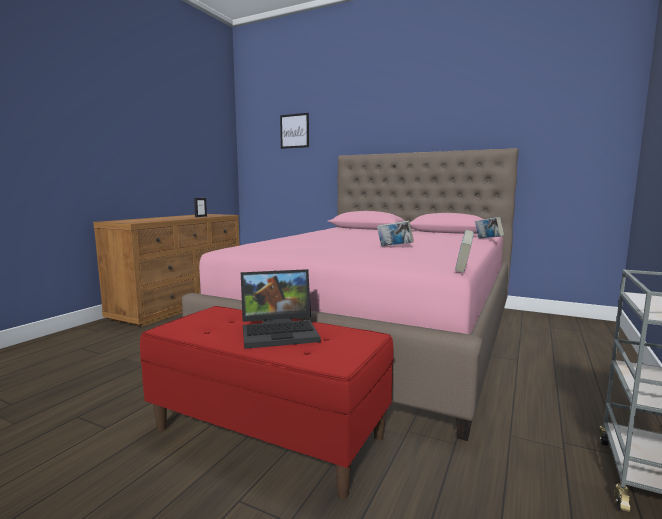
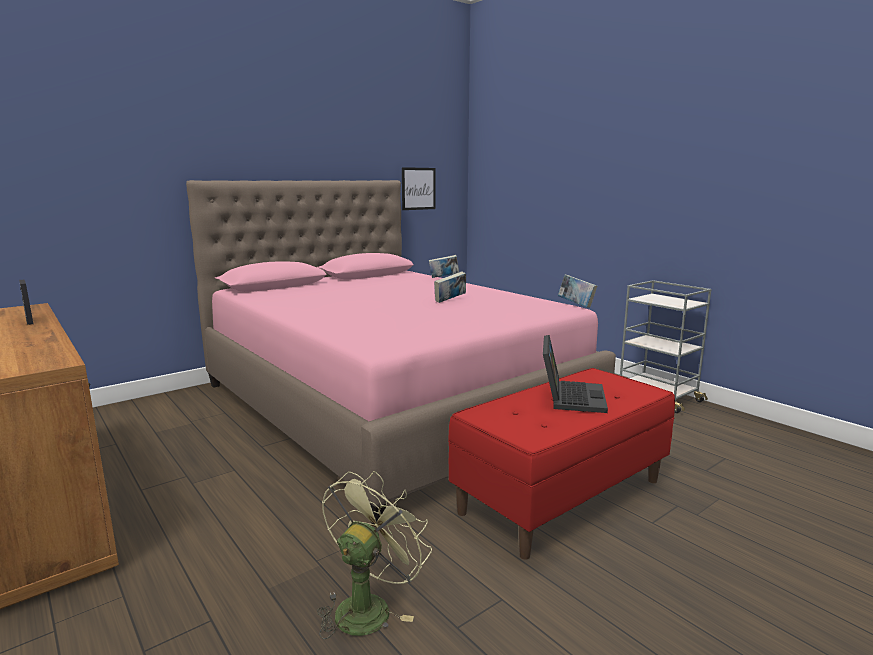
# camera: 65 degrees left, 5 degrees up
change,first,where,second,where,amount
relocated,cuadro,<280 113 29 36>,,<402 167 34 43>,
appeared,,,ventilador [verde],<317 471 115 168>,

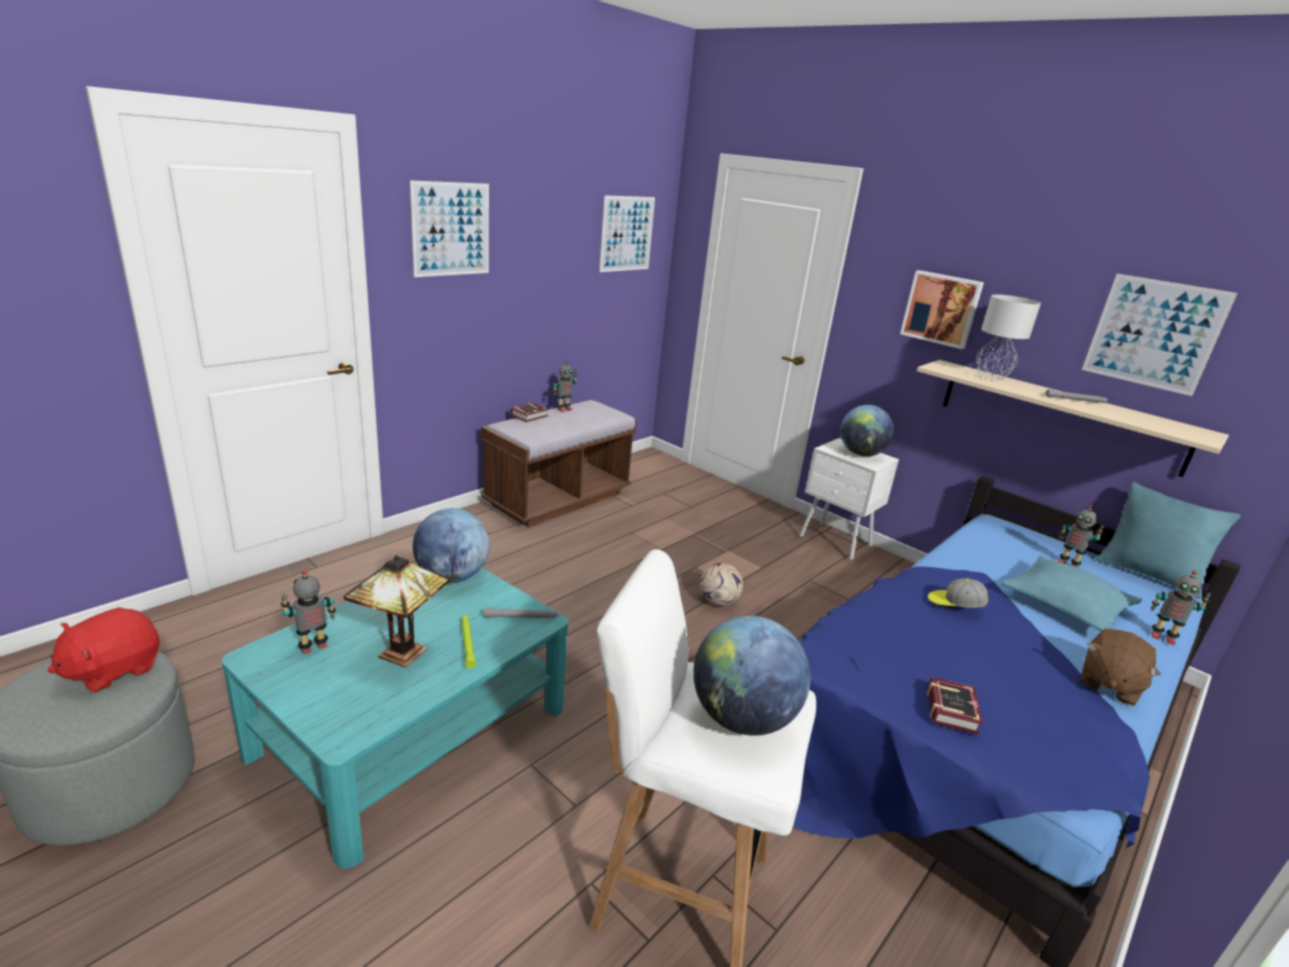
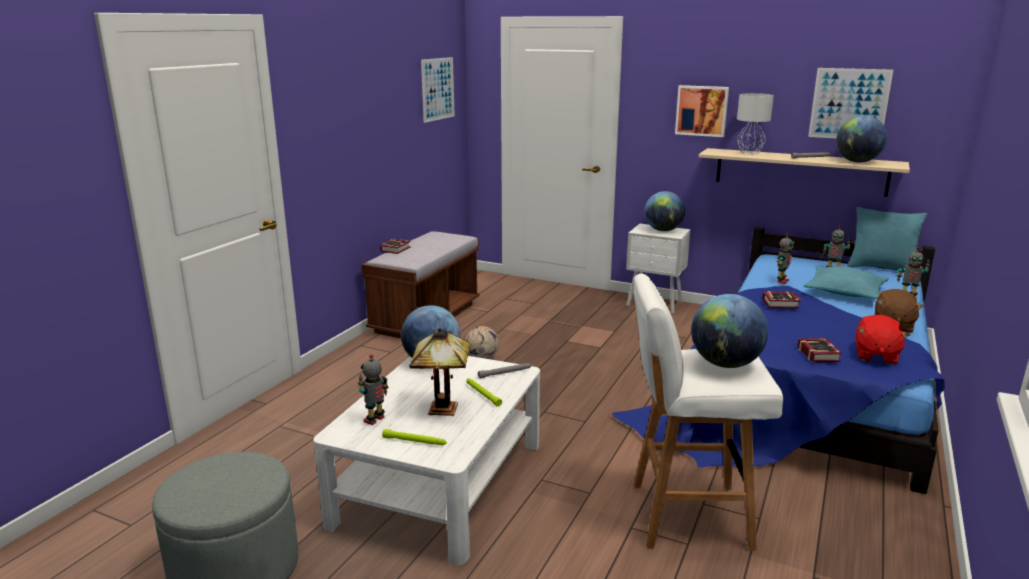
# camera: 15 degrees left, 5 degrees down
change,first,where,second,where,amount
relocated,peluche [rojo],<48 607 112 86>,,<856 315 54 50>,
colour,mesa de centro [turquesa],<222 568 347 301>,mesa de centro [blanco],<313 356 227 209>,
missing,cuadro,<410 180 79 97>,,,
relocated,robot de juguete,<553 360 24 52>,,<777 233 17 51>,
relocated,balón de fútbol,<700 563 43 43>,,<465 326 34 33>,
exchanged,gorra,<928 578 60 30>,libro,<762 291 39 17>,
appeared,,,linterna [verde],<382 429 65 16>,
appeared,,,globo terráqueo,<836 115 51 47>,

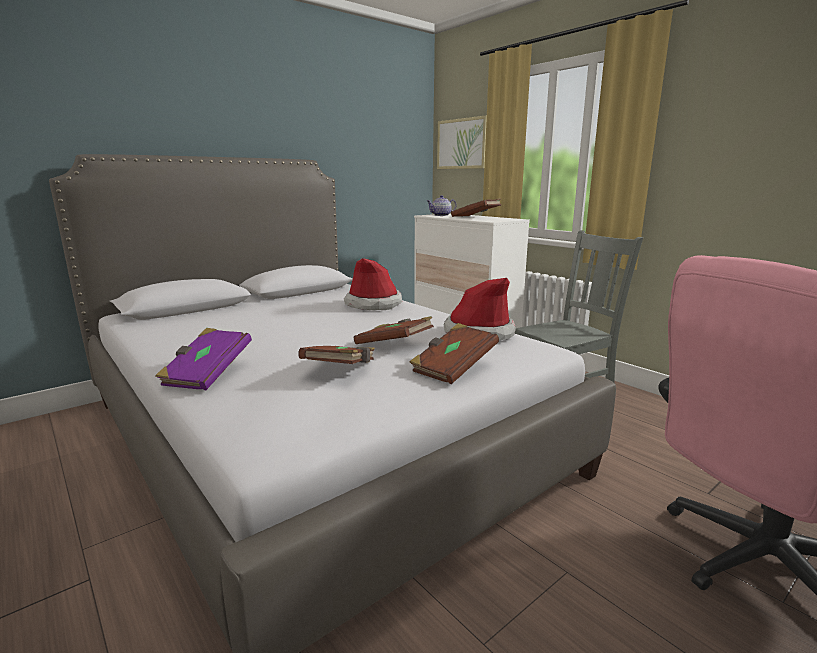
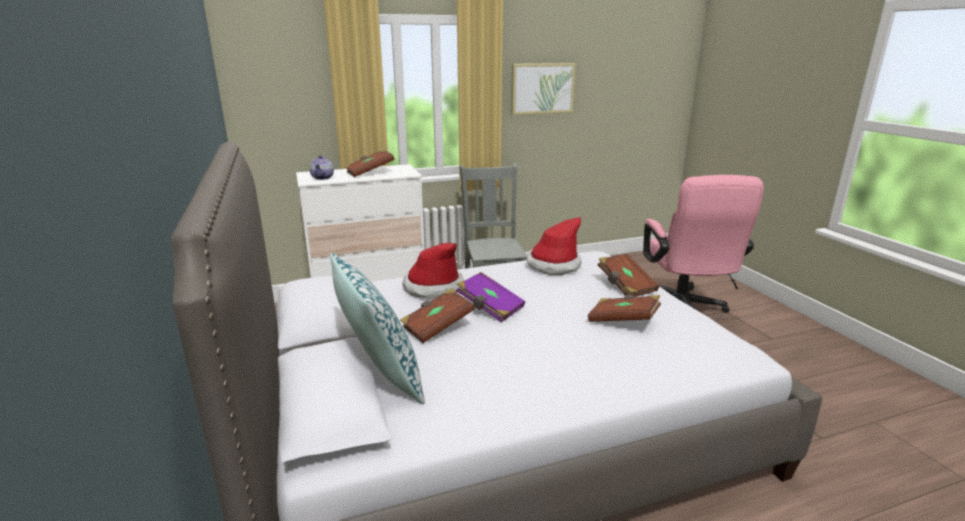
# camera: 70 degrees left, 5 degrees up
change,first,where,second,where,amount
relocated,libro [morado],<155 328 97 62>,,<456 272 69 50>,
relocated,libro [marrón],<354 316 80 28>,,<400 288 75 55>,
relocated,cuadro,<437 115 50 54>,,<511 63 65 52>,
appeared,,,cojín,<330 252 95 152>,

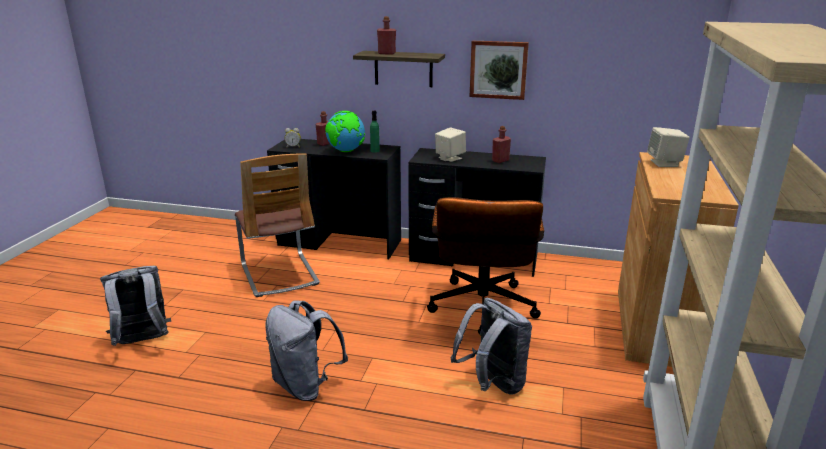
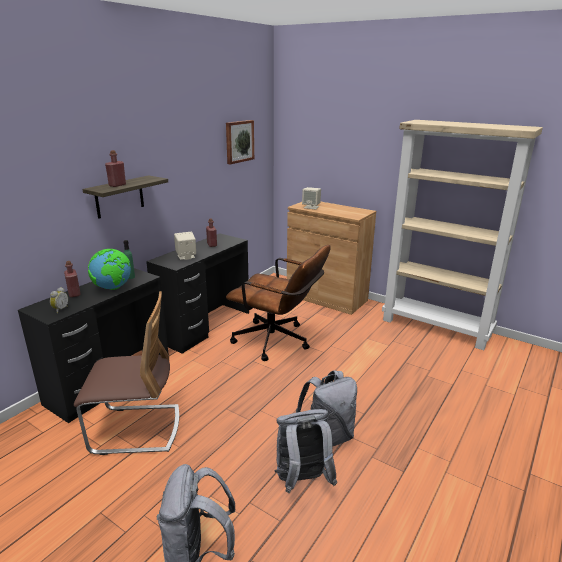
# camera: 70 degrees left, 0 degrees up
change,first,where,second,where,amount
relocated,mochila [gris],<450 298 82 97>,,<274 409 63 84>,
relocated,cuadro,<470 41 59 59>,,<226 120 28 45>,

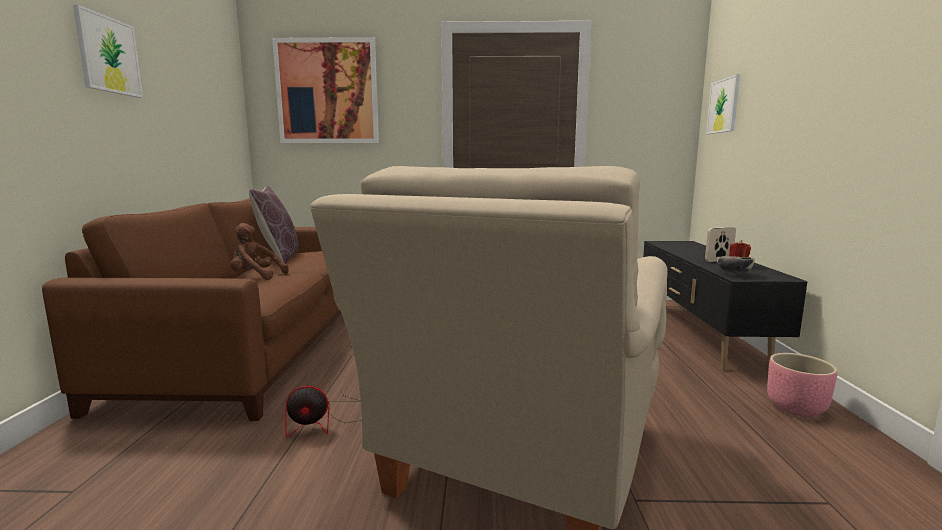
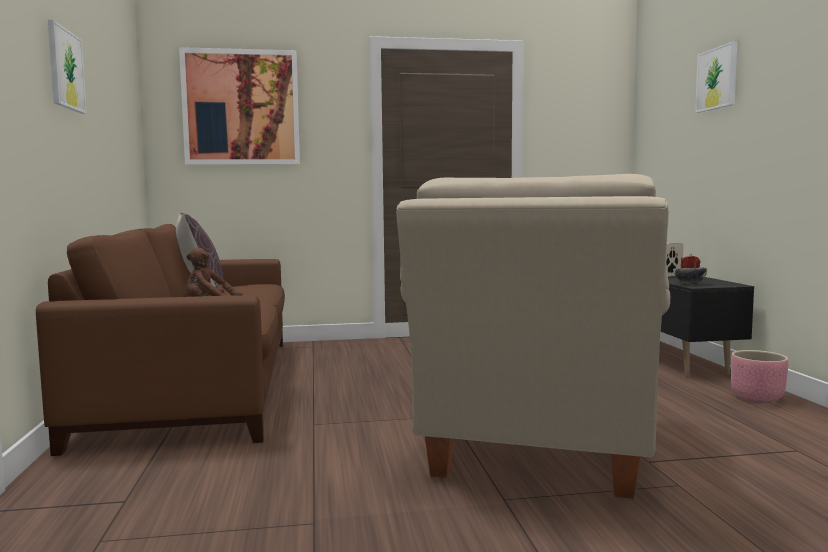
# camera: 10 degrees left, 5 degrees down
change,first,where,second,where,amount
missing,ventilador,<285 385 76 53>,,,
relocated,cuadro,<706 74 34 60>,,<695 41 42 72>,

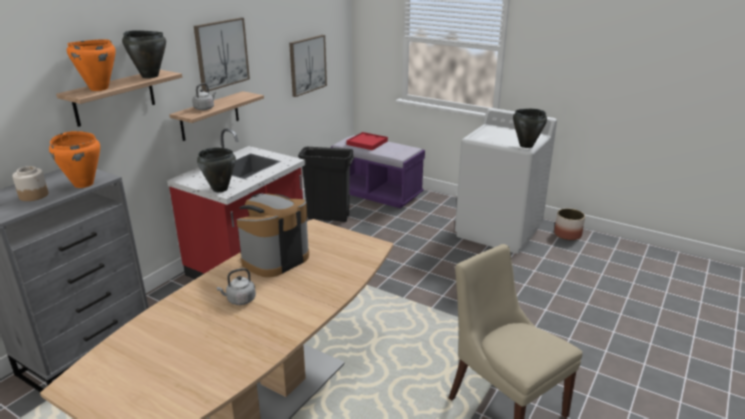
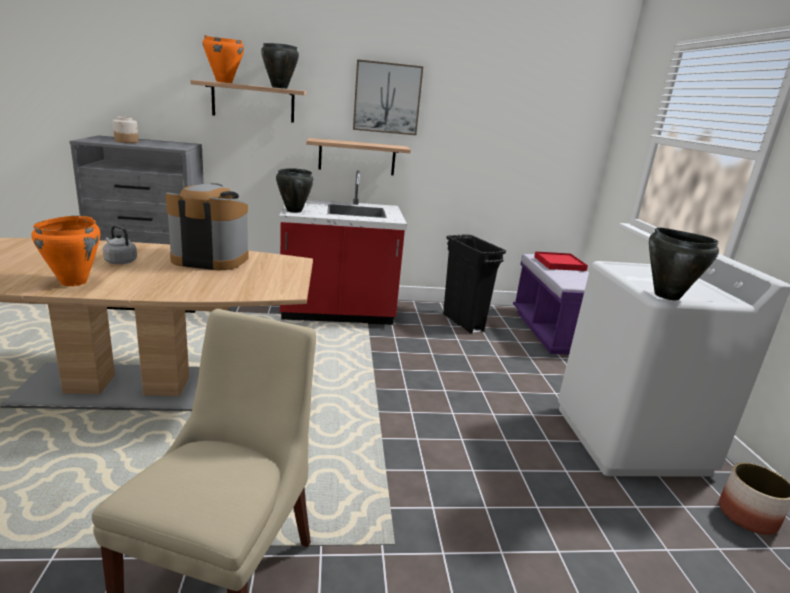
# camera: 50 degrees right, 5 degrees down
change,first,where,second,where,amount
relocated,olla [naranja],<49 131 51 57>,,<32 216 68 70>,
missing,hervidor [gris],<192 83 24 27>,,,
missing,cuadro,<289 35 38 62>,,,

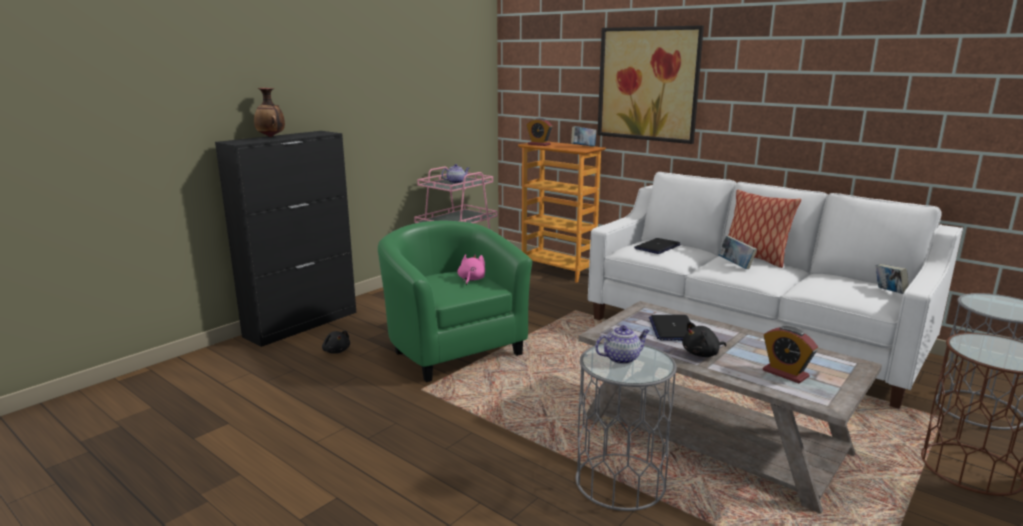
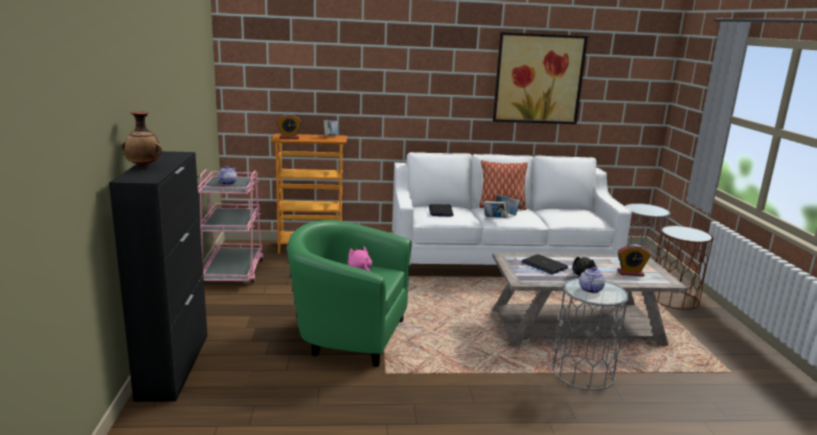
# camera: 45 degrees left, 0 degrees up
change,first,where,second,where,amount
missing,peluche [negro],<322 331 28 23>,,,
relocated,cuadro,<597 25 107 119>,,<493 32 95 92>,
relocated,libro,<876 264 33 30>,,<483 201 25 17>,

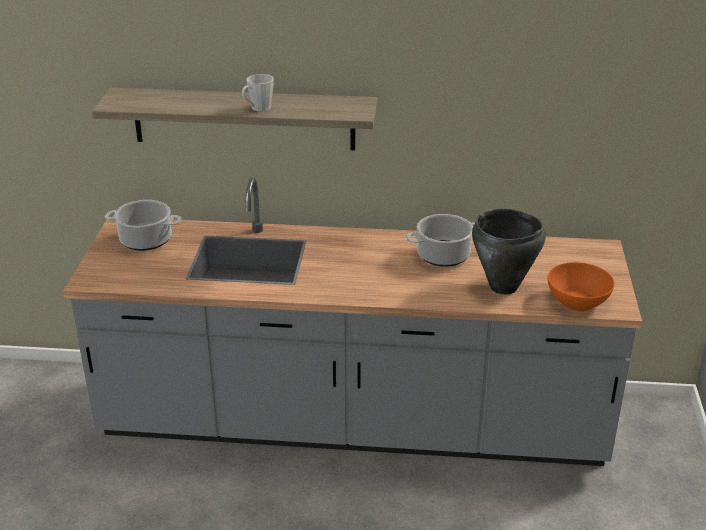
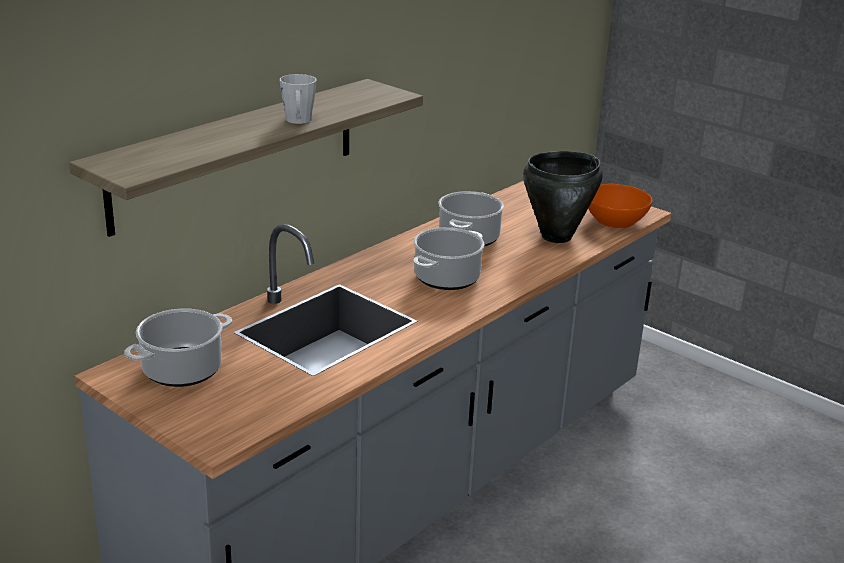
# camera: 55 degrees left, 5 degrees down
change,first,where,second,where,amount
appeared,,,olla,<413 227 72 63>,

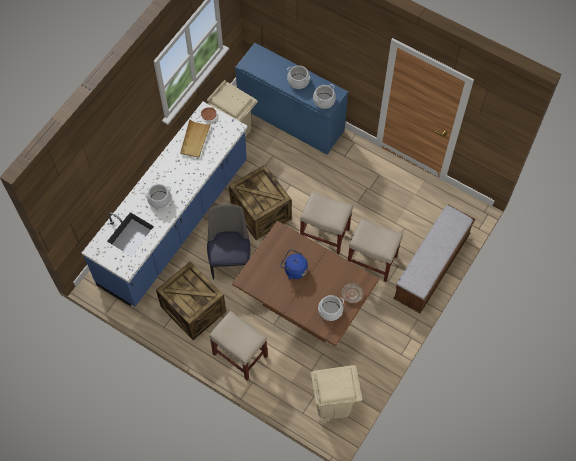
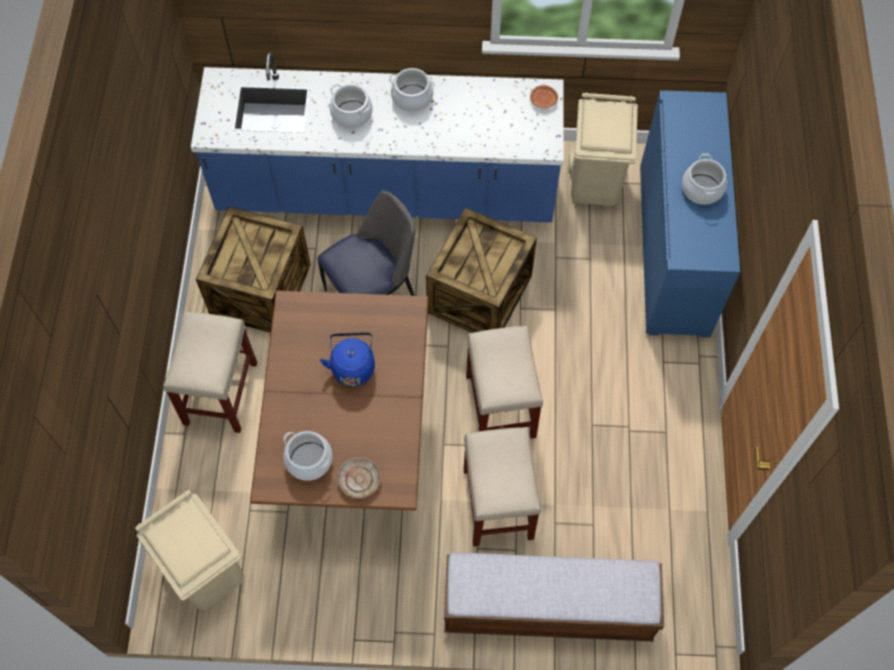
# camera: 60 degrees right, 0 degrees up
change,first,where,second,where,amount
missing,bandeja [beis],<180 119 31 39>,,,
relocated,olla,<313 84 23 25>,,<389 68 46 45>,

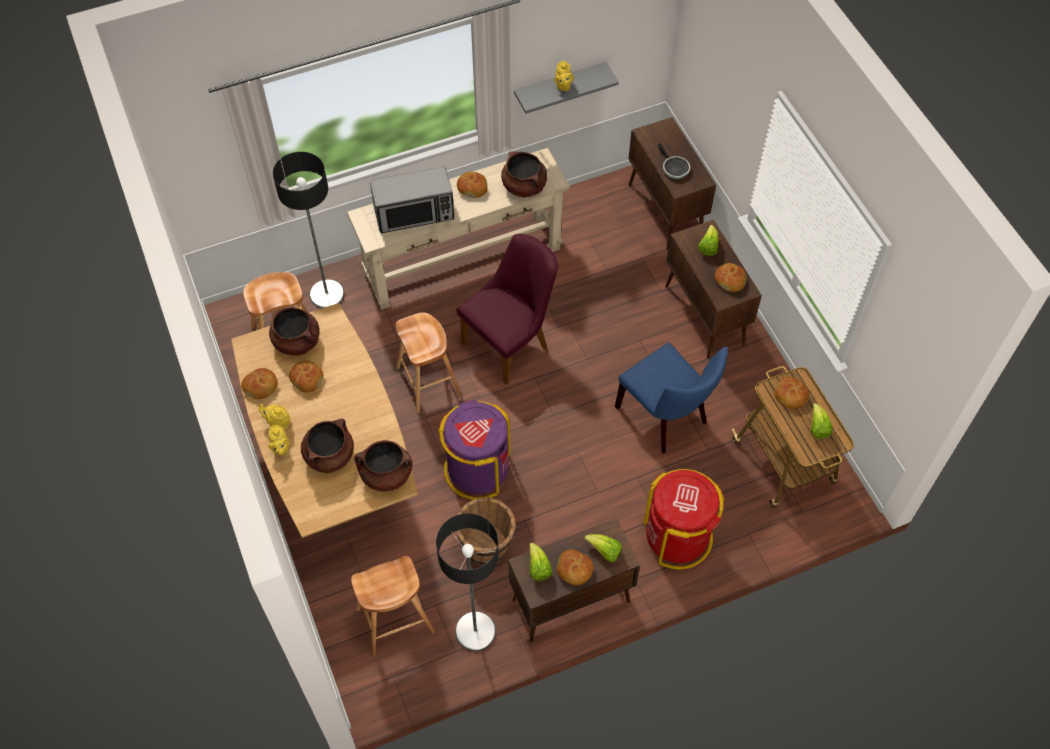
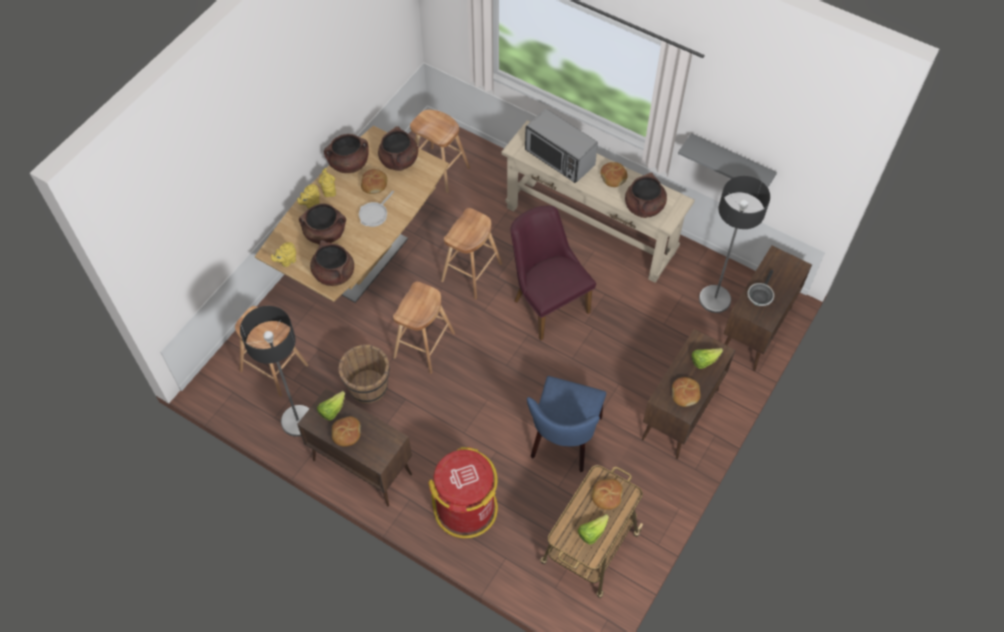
# camera: 55 degrees right, 0 degrees up
change,first,where,second,where,amount
exchanged,pan,<241 368 37 31>,olla [marrón],<324 134 45 39>,
relocated,lámpara de pie,<273 152 72 157>,,<699 176 71 137>,
exchanged,papelera [morado],<438 400 72 100>,taburete [marrón],<393 282 62 92>,
spun,silla [morado],<456 234 102 151>,,<510 206 86 134>,135 degrees counterclockwise
relocated,tetera [amarillo],<554 60 20 31>,,<271 242 25 25>,
missing,lechuga,<584 534 38 28>,,,
appeared,,,sartén,<359 191 35 36>,

